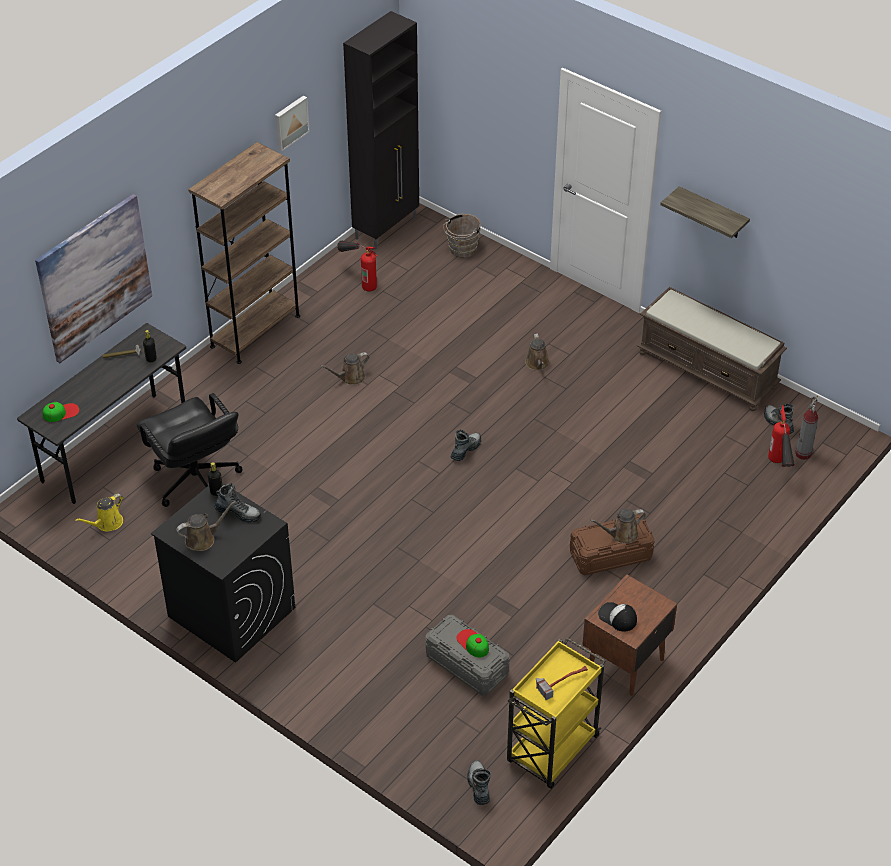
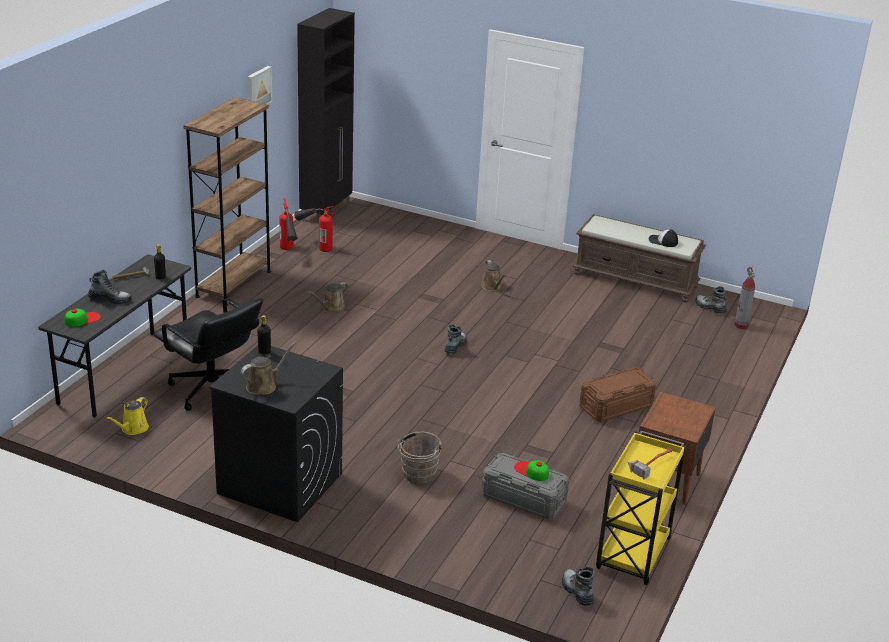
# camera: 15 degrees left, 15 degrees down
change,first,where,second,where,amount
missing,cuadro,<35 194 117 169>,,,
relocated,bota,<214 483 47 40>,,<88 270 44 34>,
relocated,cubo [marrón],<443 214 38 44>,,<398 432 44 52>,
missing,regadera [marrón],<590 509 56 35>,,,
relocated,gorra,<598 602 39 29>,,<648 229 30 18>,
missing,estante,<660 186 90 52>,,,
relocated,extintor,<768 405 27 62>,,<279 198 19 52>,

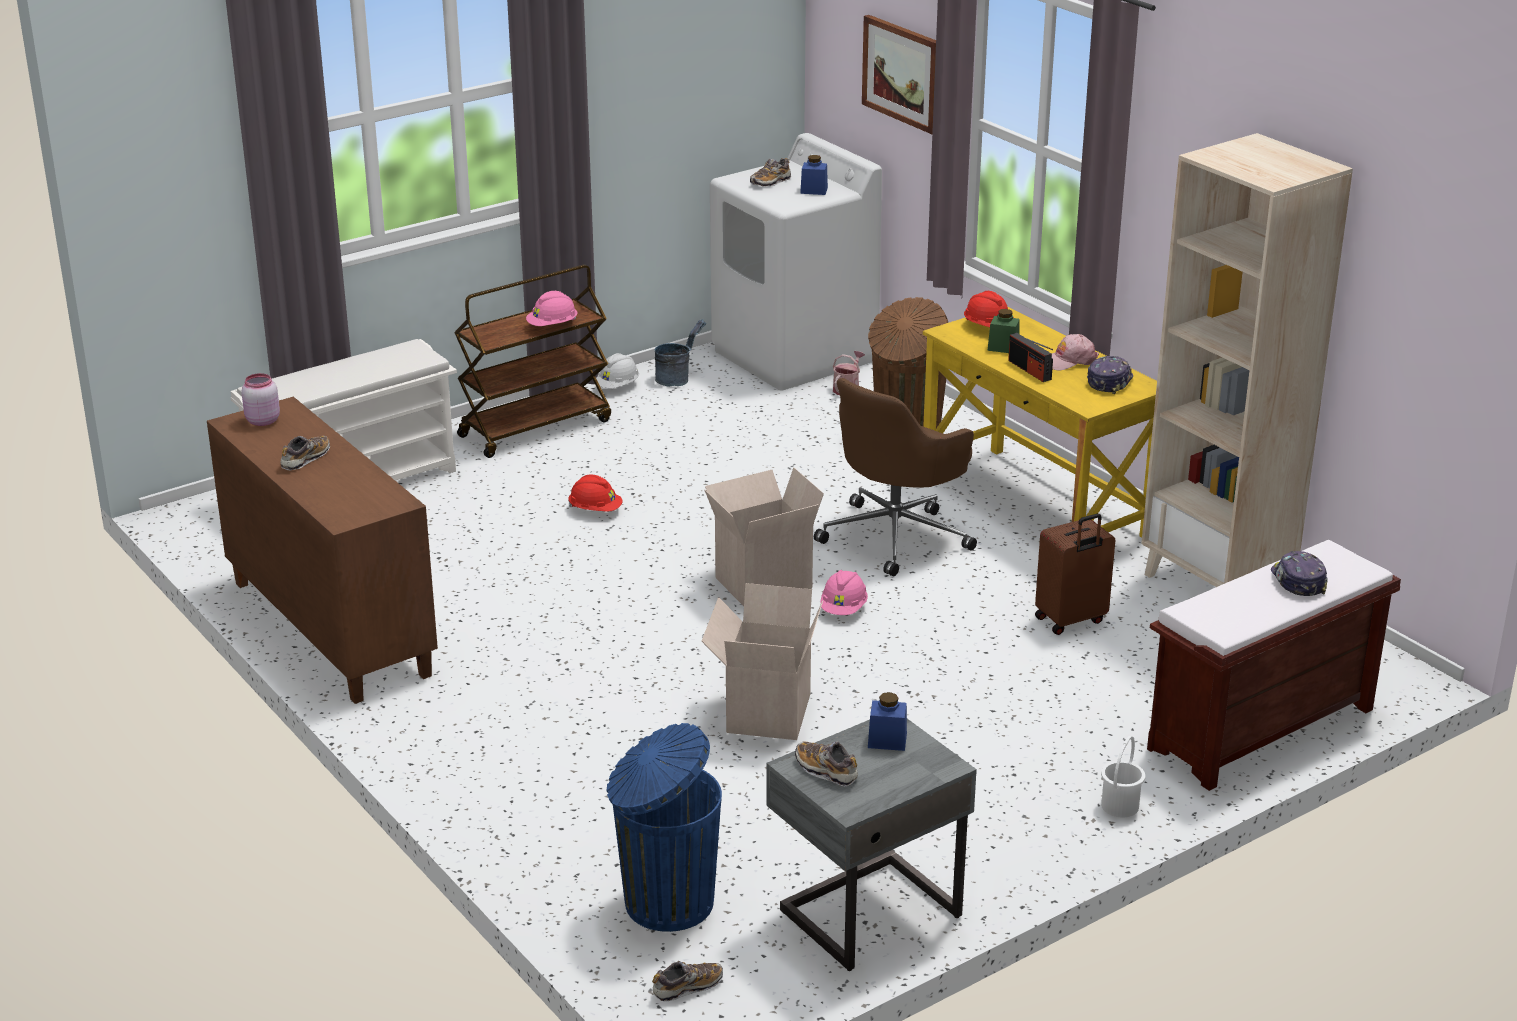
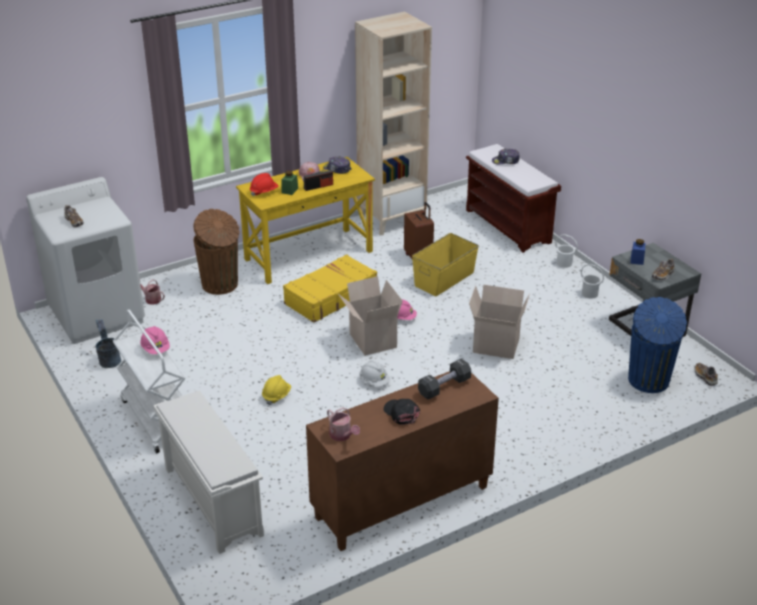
# camera: 85 degrees left, 5 degrees up
change,first,where,second,where,amount
exchanged,tarro [rosa],<242 373 38 53>,regadera,<327 407 33 34>,
exchanged,zapato,<281 436 49 34>,gorra [negro],<384 399 36 26>,
colour,carrito [marrón],<454 265 157 193>,carrito [blanco],<113 309 73 144>,
colour,casco [rojo],<568 475 54 37>,casco [amarillo],<262 375 29 30>,
relocated,casco [blanco],<596 353 43 35>,,<359 361 31 25>,
missing,tarro [azul],<800 155 28 40>,,,
exchanged,silla de oficina [marrón],<814 378 163 198>,maleta [amarillo],<283 254 94 69>,
missing,cuadro,<862 15 74 119>,,,
appeared,,,caja de almacenaje [amarillo],<412 233 67 63>,
appeared,,,mancuerna [negro],<418 359 53 40>,
appeared,,,cubo [blanco],<581 264 23 35>,

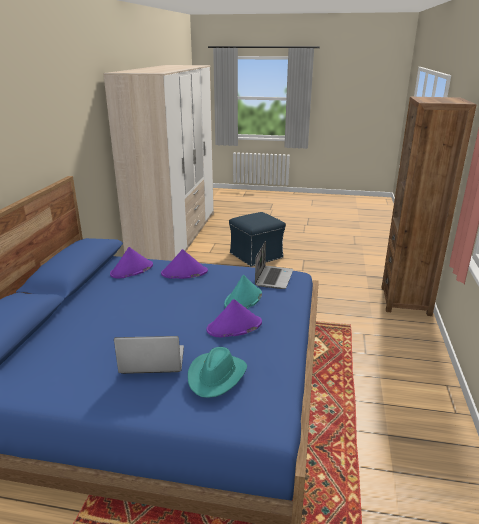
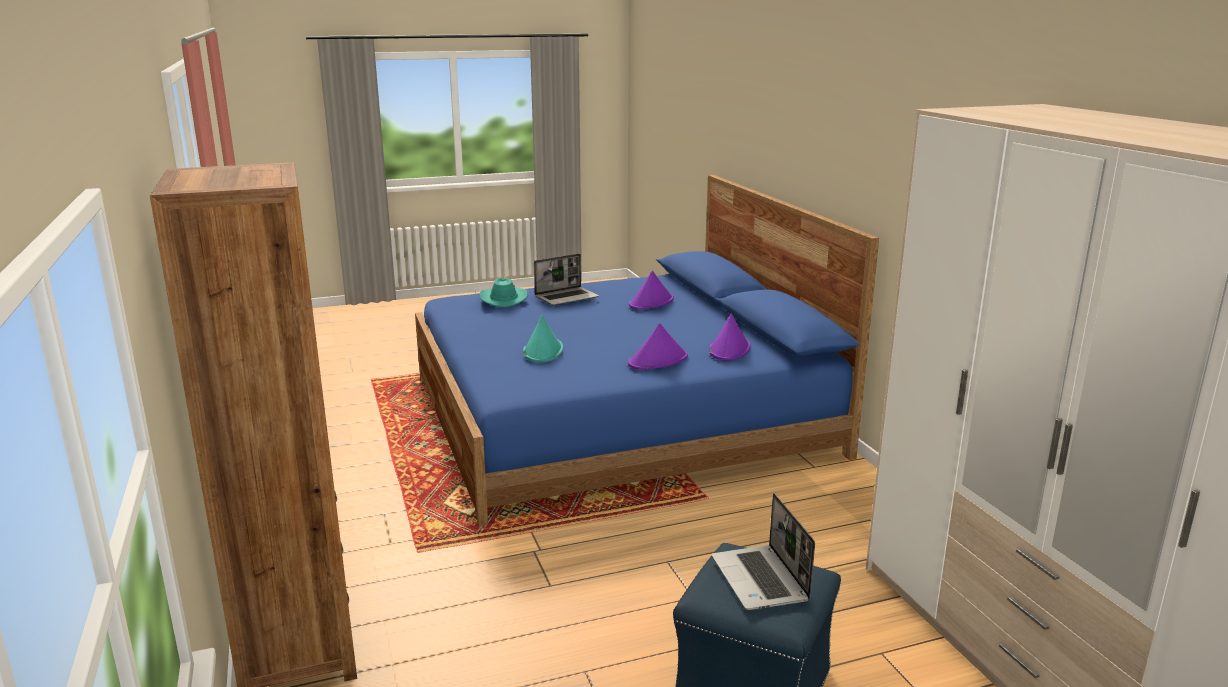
# camera: 150 degrees right, 5 degrees down
change,first,where,second,where,amount
relocated,sombrero [morado],<207 299 55 39>,,<629 271 45 39>,
relocated,portátil,<255 240 38 49>,,<712 493 103 117>,

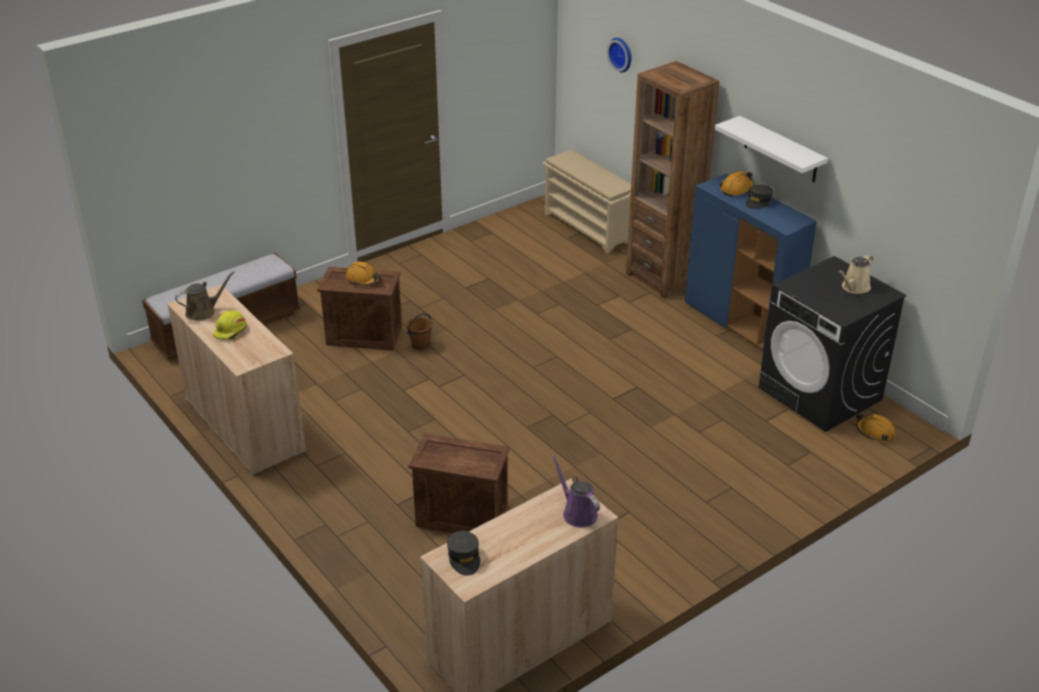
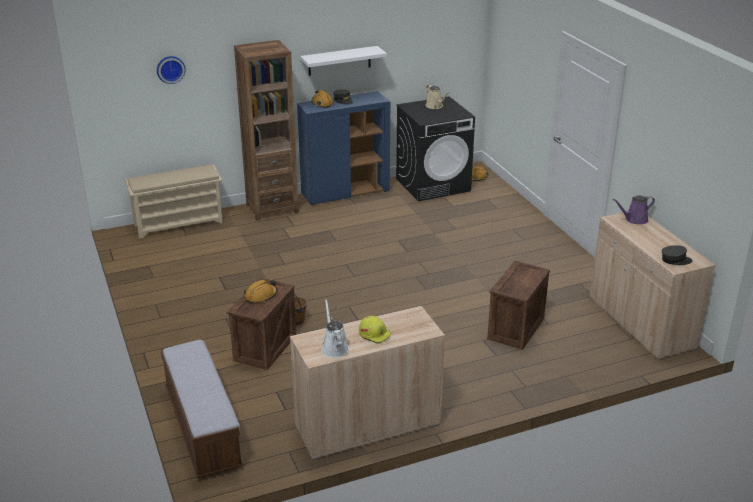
# camera: 75 degrees left, 5 degrees down
change,first,where,second,where,amount
colour,regadera [marrón],<175 271 60 49>,regadera [blanco],<321 299 28 59>,

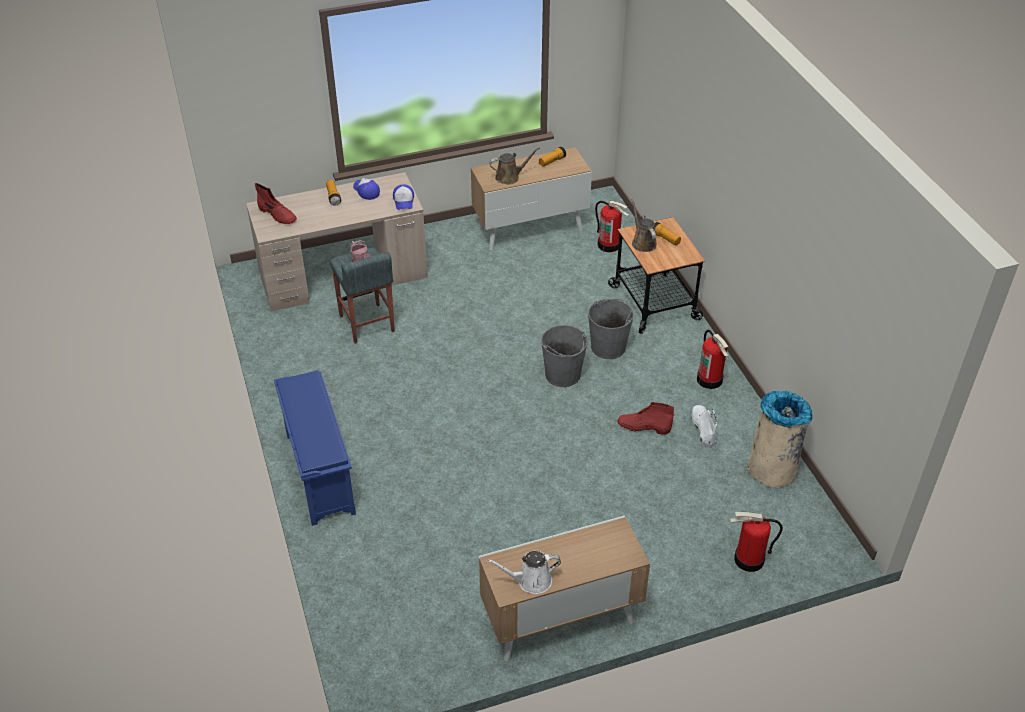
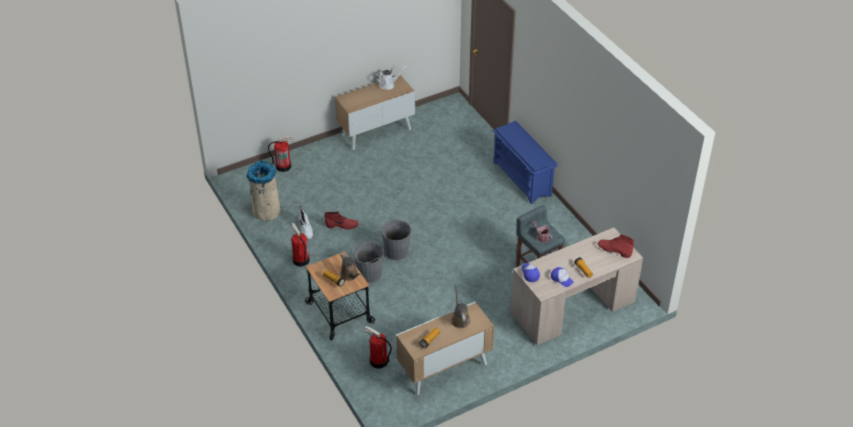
# camera: 170 degrees right, 0 degrees up
change,first,where,second,where,amount
spun,regadera [marrón],<490 147 50 37>,,<451 285 19 43>,105 degrees clockwise

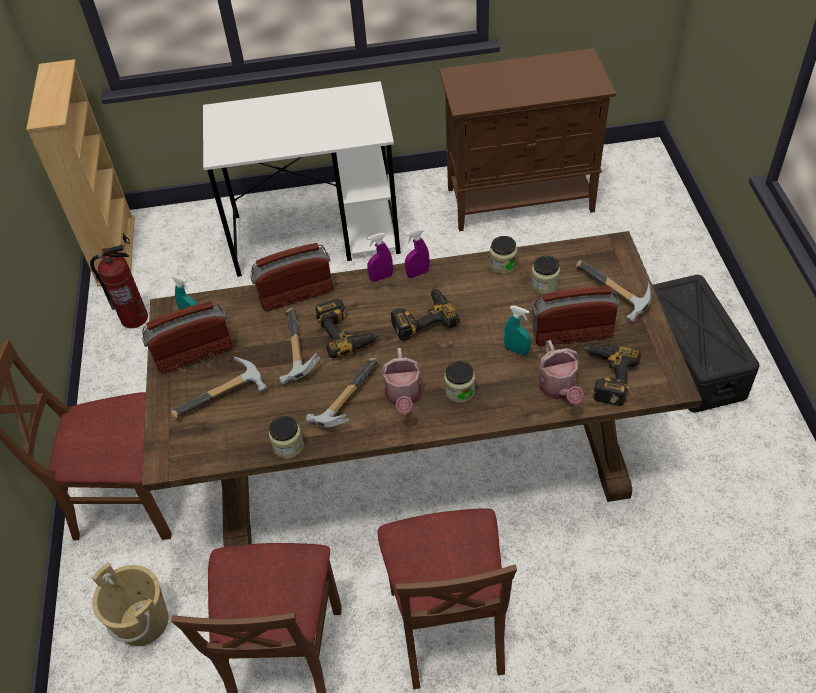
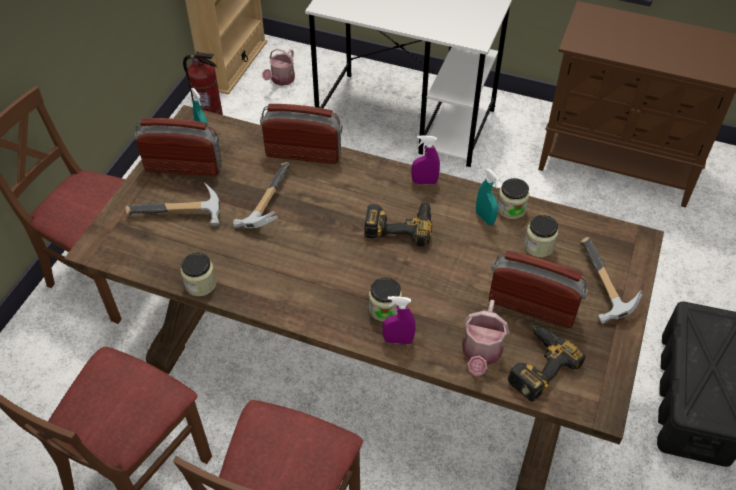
# camera: 25 degrees right, 0 degrees up
change,first,where,second,where,amount
missing,cubo [beis],<92 563 76 83>,,,
missing,martillo,<306 358 72 70>,,,
missing,taladro,<315 299 64 59>,,,
relocated,pulverizador [morado],<367 233 26 49>,,<383 296 32 48>,
relocated,regadera,<381 348 41 66>,,<262 48 33 38>,
relocated,pulverizador [turquesa],<504 306 27 49>,,<476 169 24 56>,

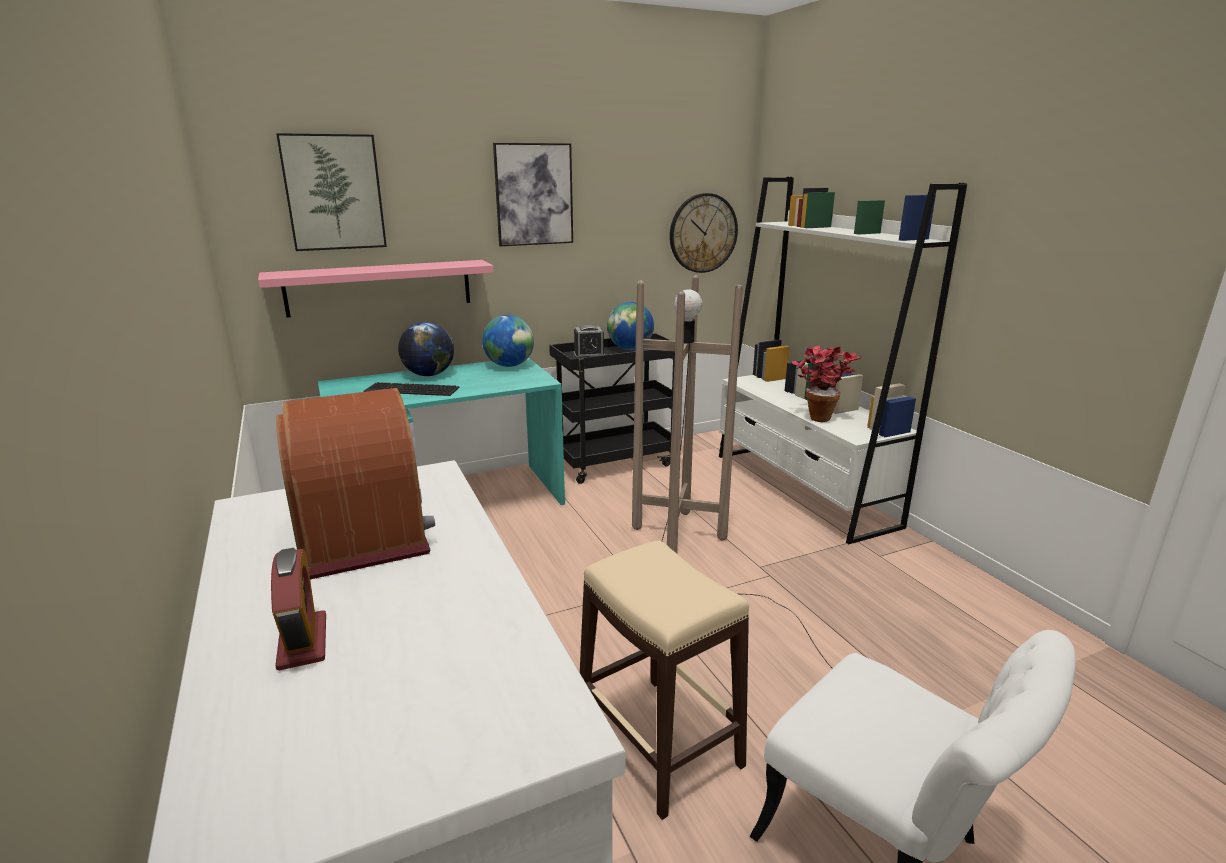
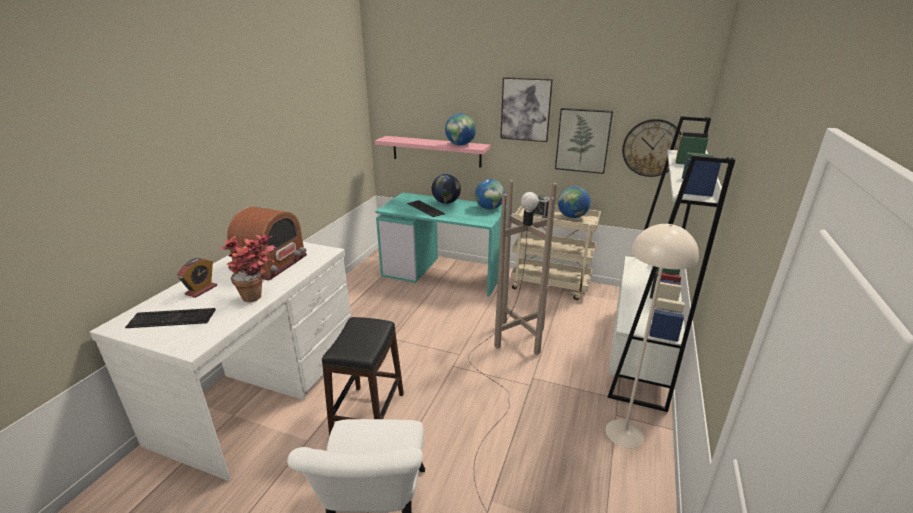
# camera: 45 degrees right, 5 degrees up
change,first,where,second,where,amount
relocated,cuadro,<276 133 111 118>,,<555 108 58 66>,
colour,carrito [negro],<549 333 126 151>,carrito [beis],<511 206 90 94>,
colour,taburete [beis],<580 541 169 279>,taburete [negro],<322 317 82 119>,
relocated,planta en maceta,<792 346 70 76>,,<219 235 57 67>,
appeared,,,teclado,<125 308 90 20>,
appeared,,,globo terráqueo,<445 113 31 33>,
appeared,,,lámpara de pie [beis],<606 224 93 224>,

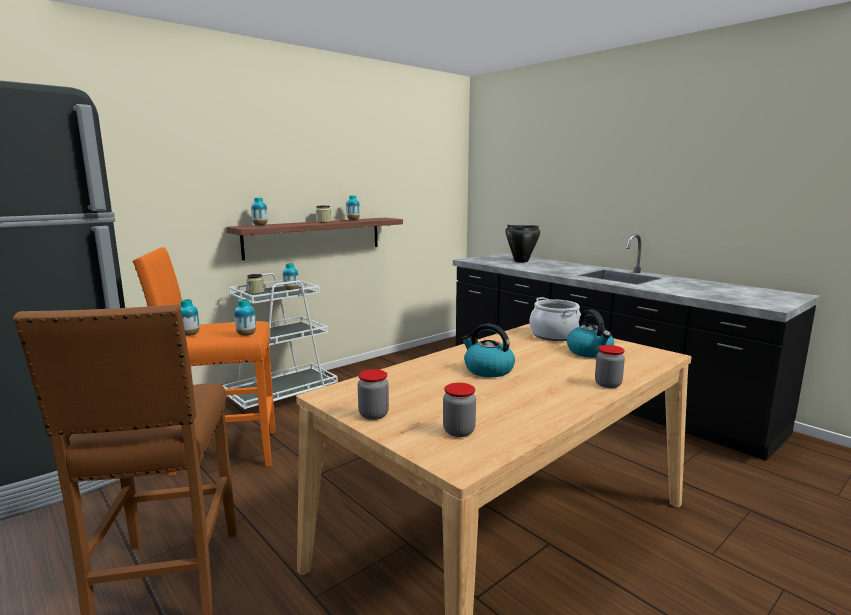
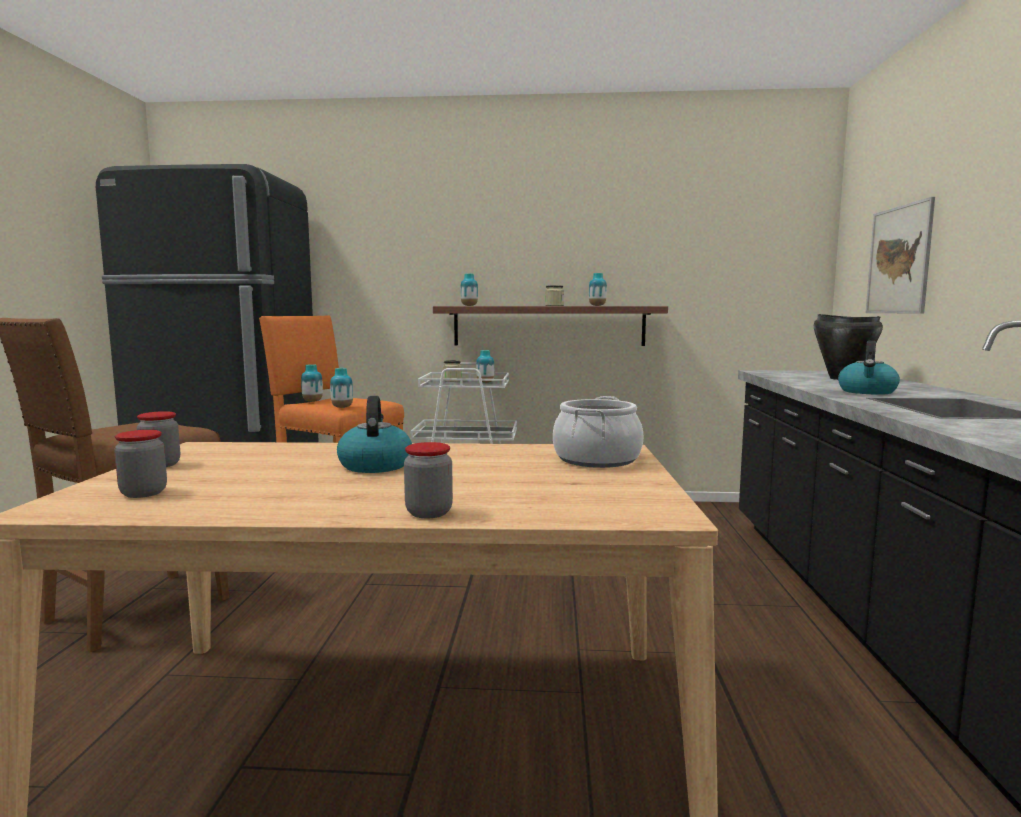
# camera: 45 degrees right, 5 degrees down
change,first,where,second,where,amount
relocated,hervidor,<567 310 47 48>,,<838 341 62 54>,
appeared,,,cuadro,<866 197 69 116>,

